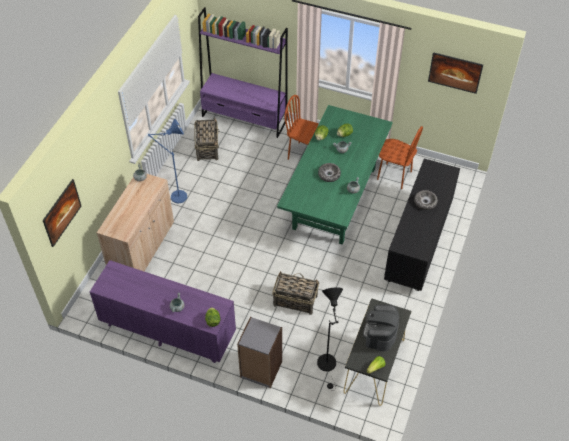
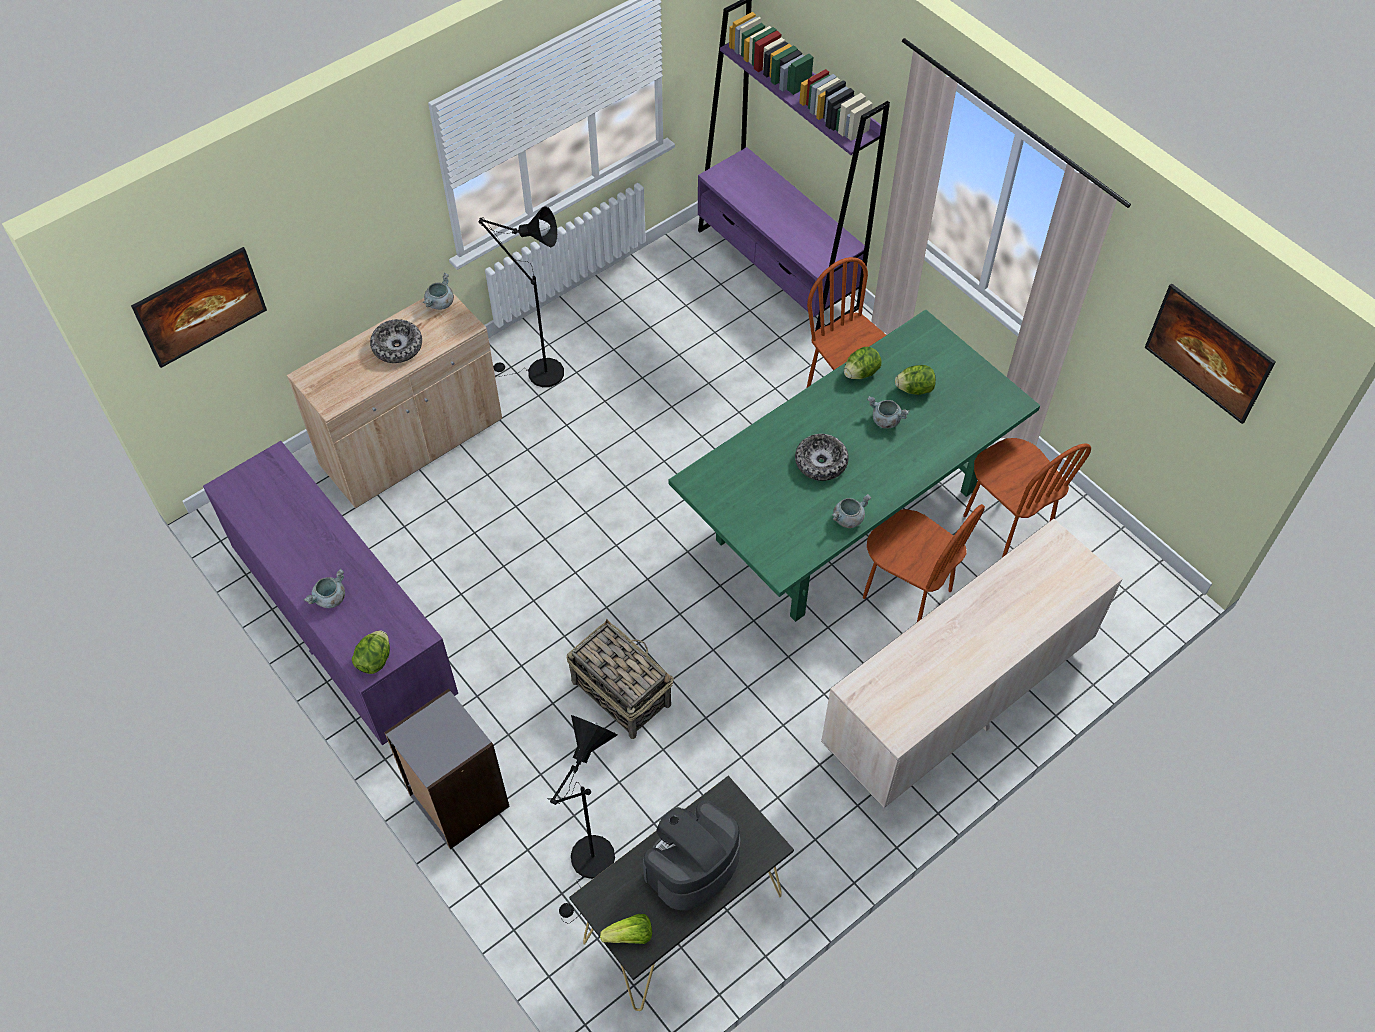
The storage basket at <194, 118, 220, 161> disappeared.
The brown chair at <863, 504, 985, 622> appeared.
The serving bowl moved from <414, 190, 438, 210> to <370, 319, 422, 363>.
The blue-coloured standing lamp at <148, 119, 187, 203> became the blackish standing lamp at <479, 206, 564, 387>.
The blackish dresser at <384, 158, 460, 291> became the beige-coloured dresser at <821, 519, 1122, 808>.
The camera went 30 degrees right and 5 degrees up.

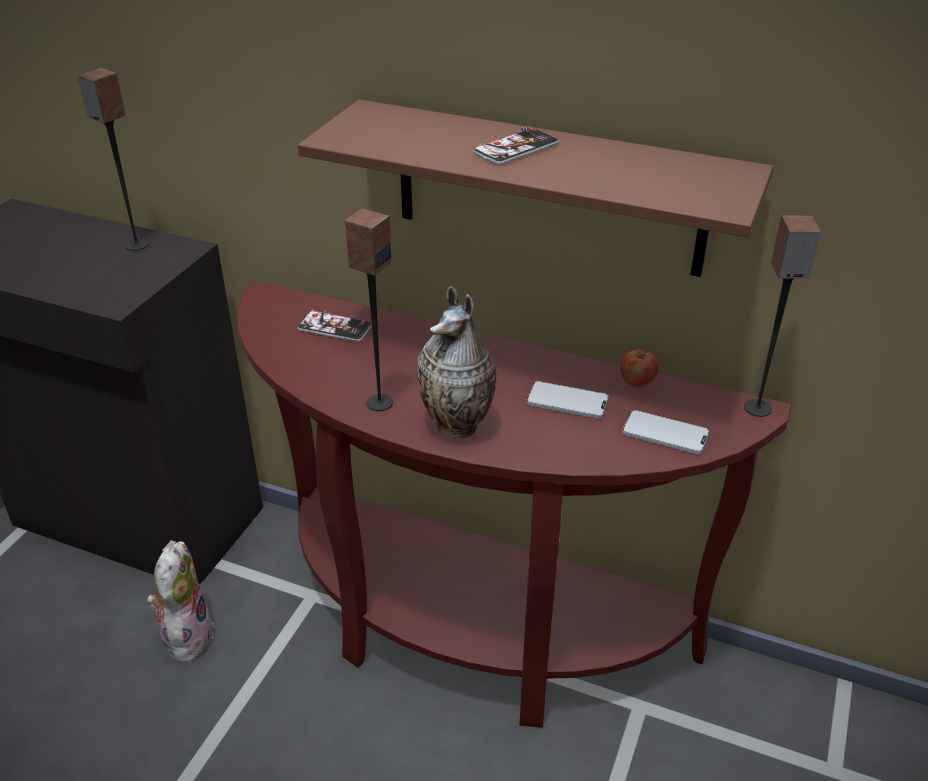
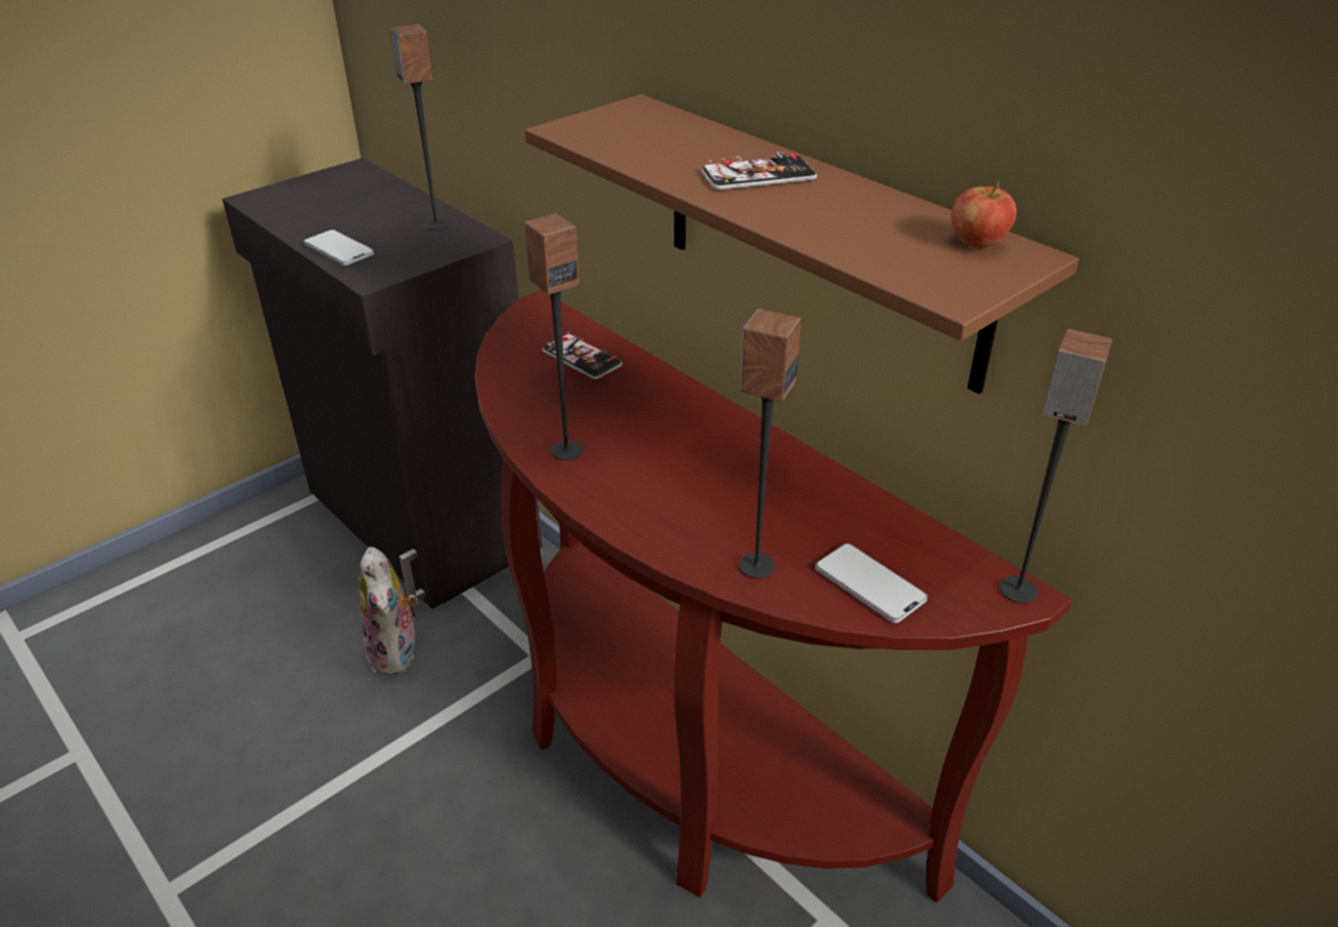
The decorative vase at <417, 286, 496, 438> disappeared.
The speaker at <739, 309, 801, 579> appeared.
The phone moved from <526, 381, 608, 419> to <304, 229, 374, 265>.
The apple fruit moved from <620, 349, 659, 388> to <951, 182, 1017, 248>.
The soft toy at <147, 541, 214, 663> turned 135 degrees clockwise.
The camera went 25 degrees right and 0 degrees up.

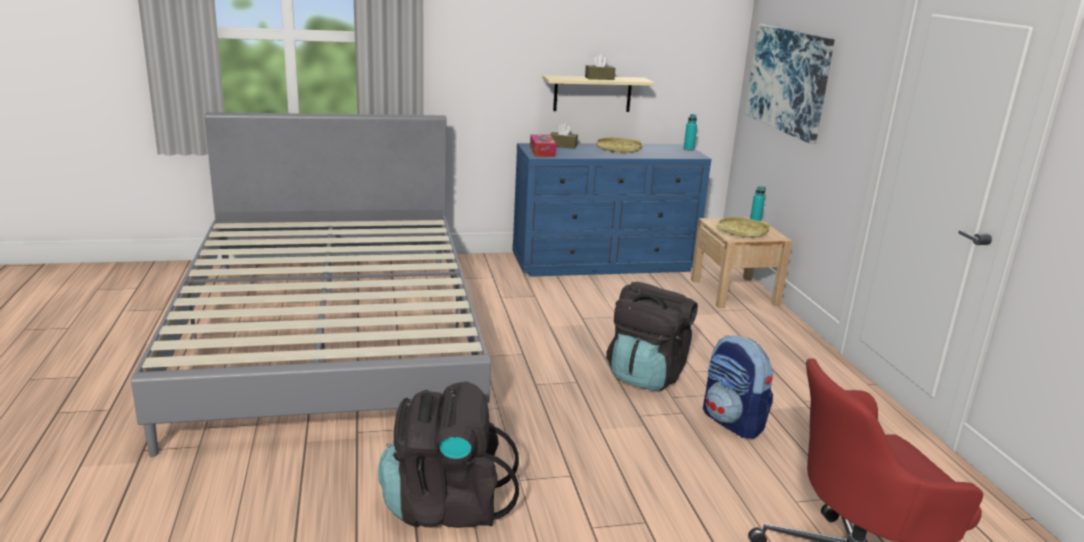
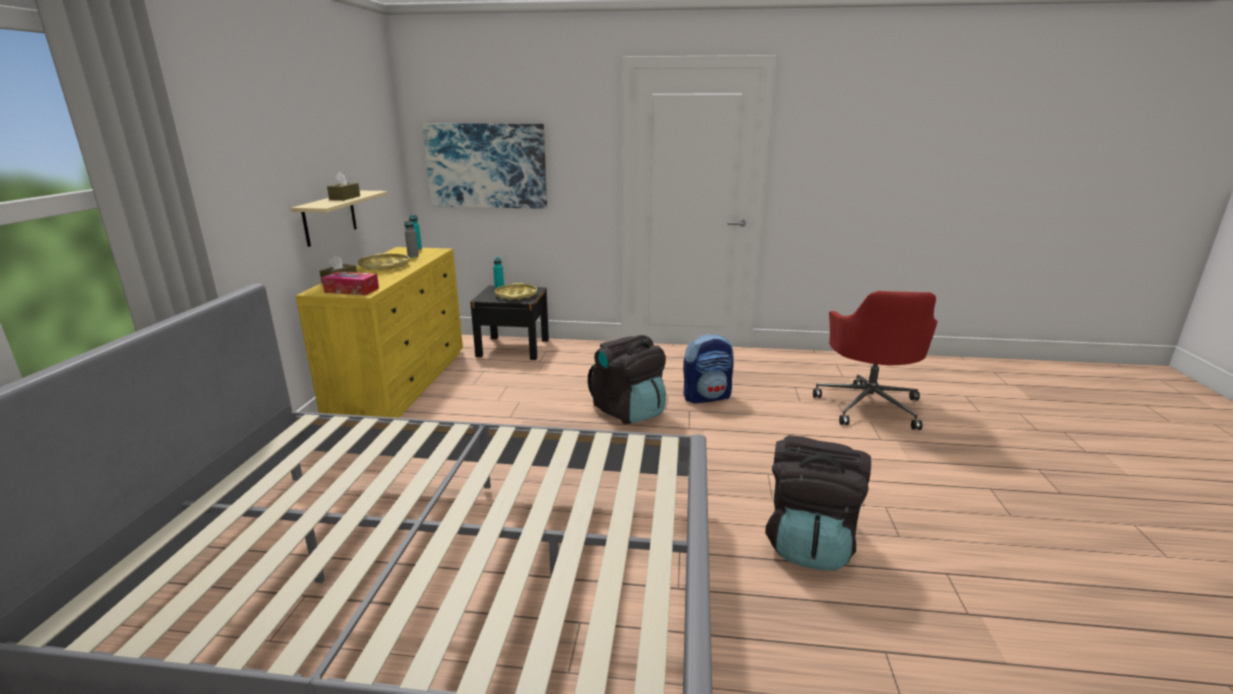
The grey beverage bottle at <404, 220, 419, 258> appeared.
The blue-coloured dresser at <512, 143, 712, 277> became the yellowish dresser at <296, 247, 463, 418>.
The beige-coloured nightstand at <691, 218, 792, 308> became the blackish nightstand at <470, 286, 549, 360>.
The camera went 70 degrees left and 0 degrees up.

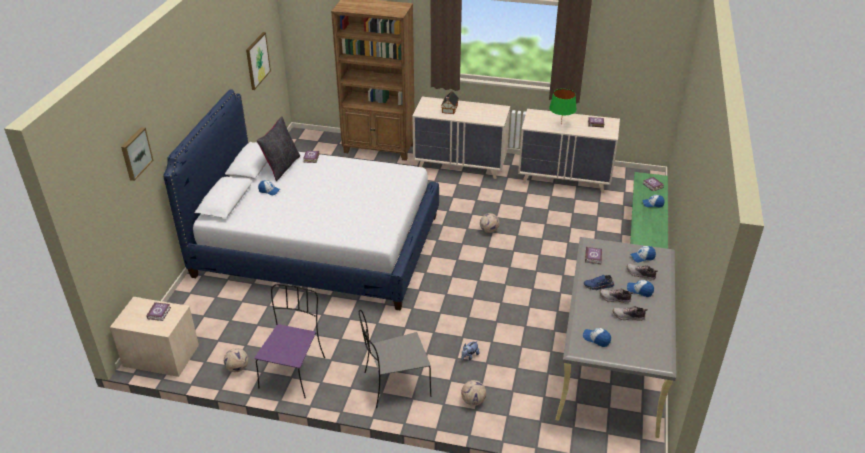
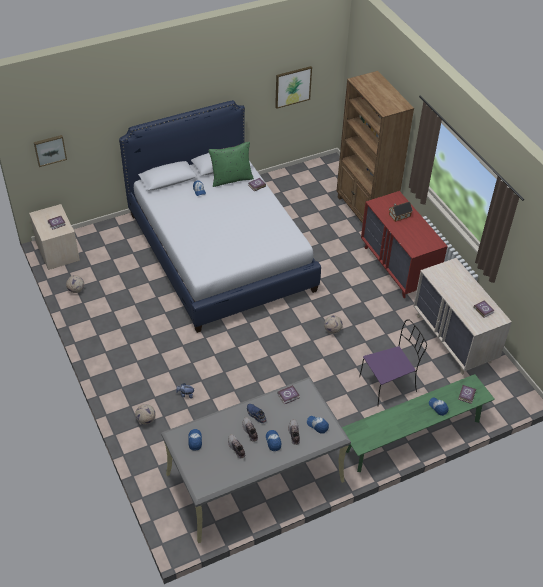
The grey chair at <359, 310, 431, 408> disappeared.
The green tabletop lamp at <549, 89, 577, 124> disappeared.
The wall art moved from <121, 127, 153, 181> to <34, 135, 67, 167>.
The purple-coloured chair moved from <254, 284, 325, 398> to <359, 319, 427, 406>.
The blackish pillow at <257, 116, 300, 181> became the green pillow at <208, 142, 254, 187>.
The beige-coloured dresser at <412, 97, 510, 179> became the reddish dresser at <361, 191, 448, 298>.
The camera went 50 degrees right and 10 degrees up.

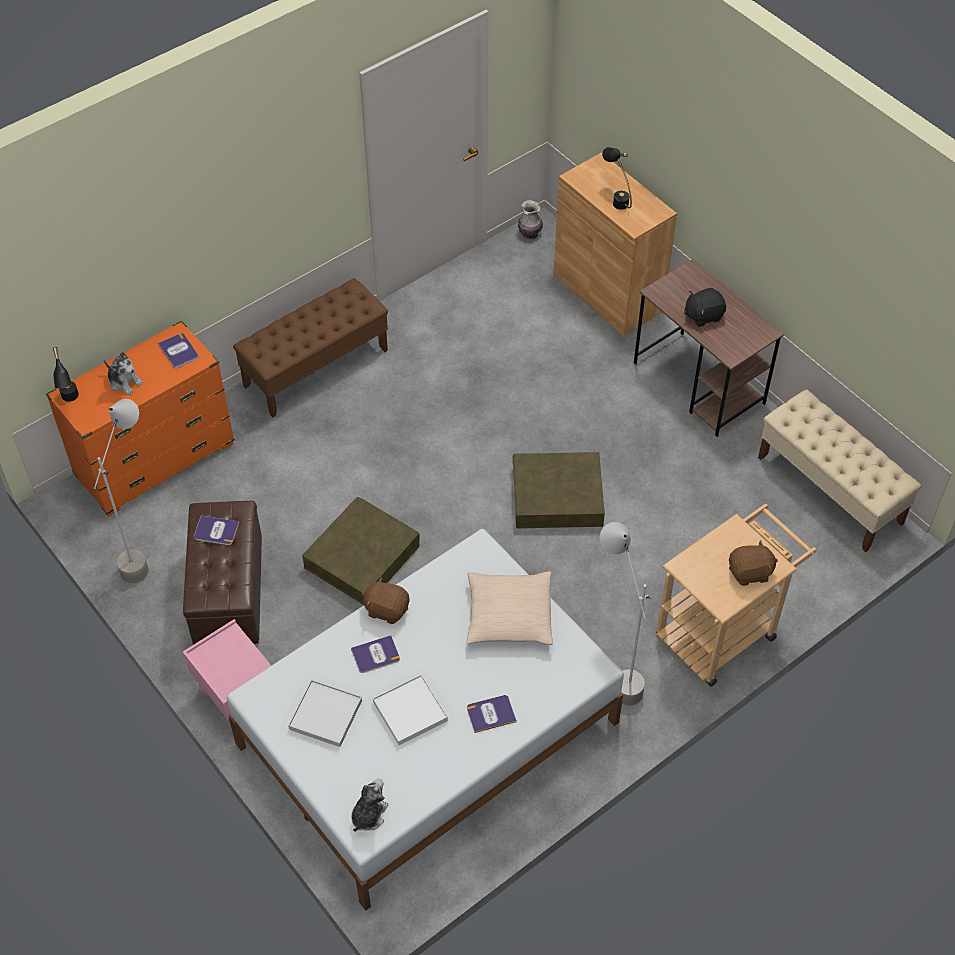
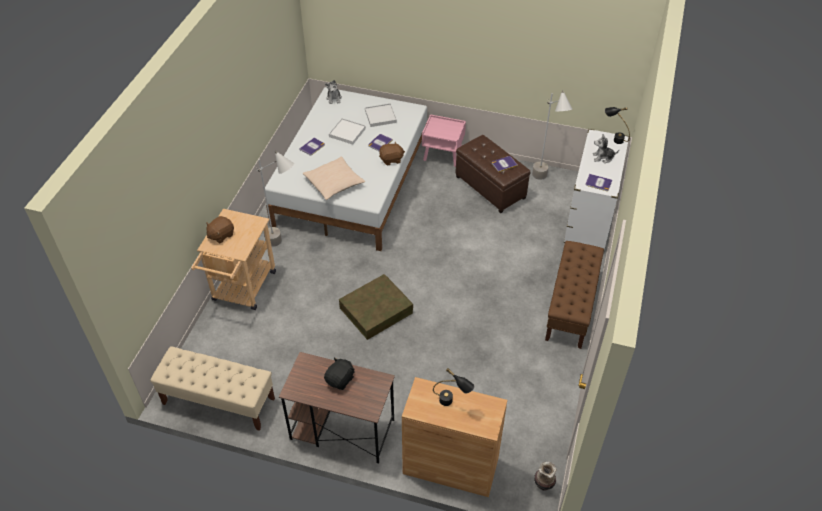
The brown storage container at <302, 497, 420, 605> disappeared.
The orange dresser at <46, 321, 235, 517> became the white dresser at <564, 129, 629, 251>.
The camera went 145 degrees right and 5 degrees down.

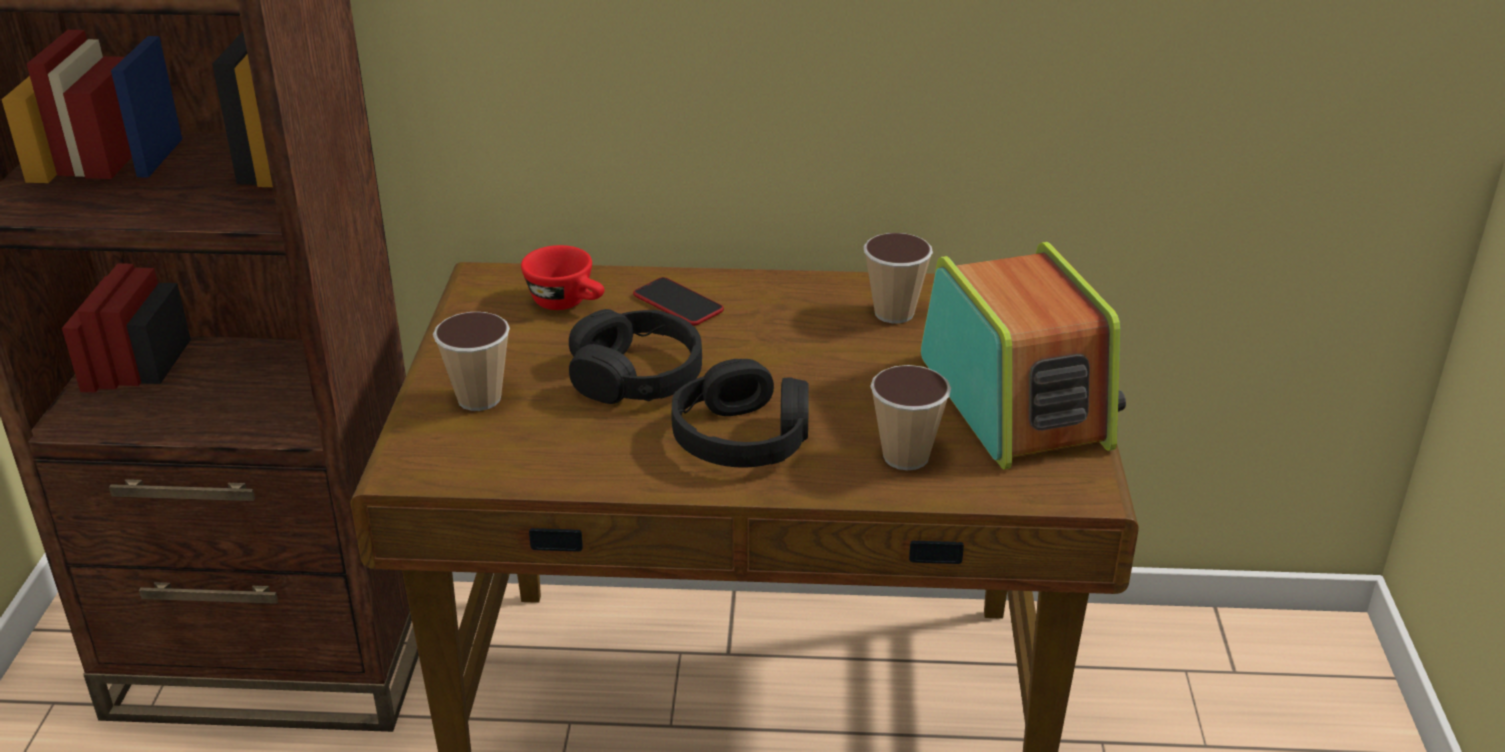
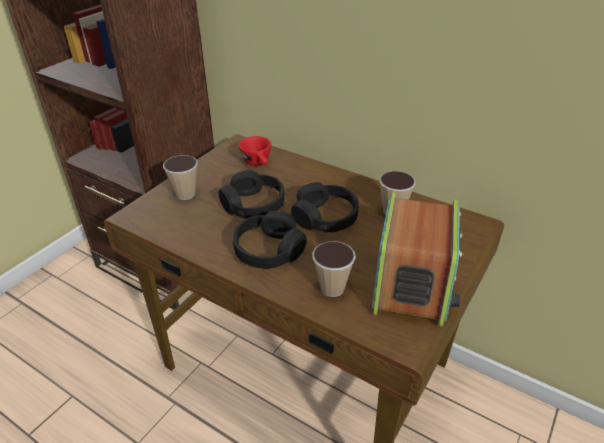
The phone at <633, 277, 724, 326> disappeared.
The blackish headphones at <291, 182, 359, 233> appeared.
The camera went 30 degrees right and 5 degrees up.

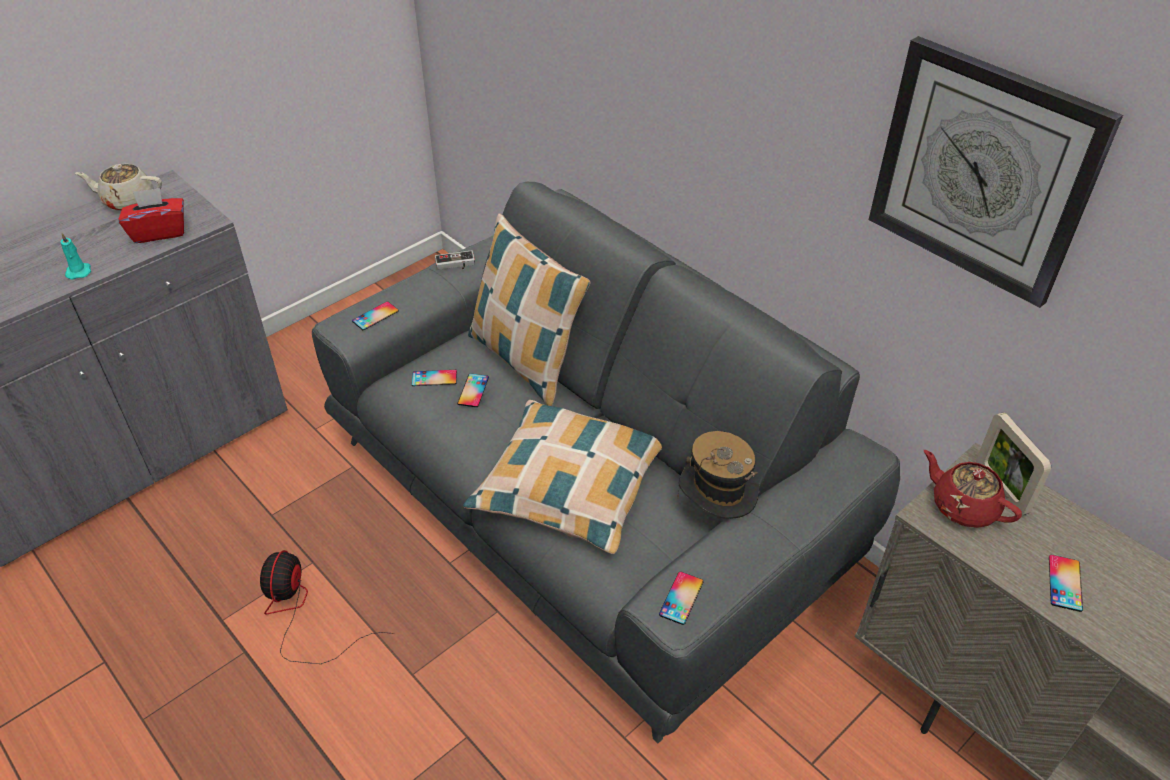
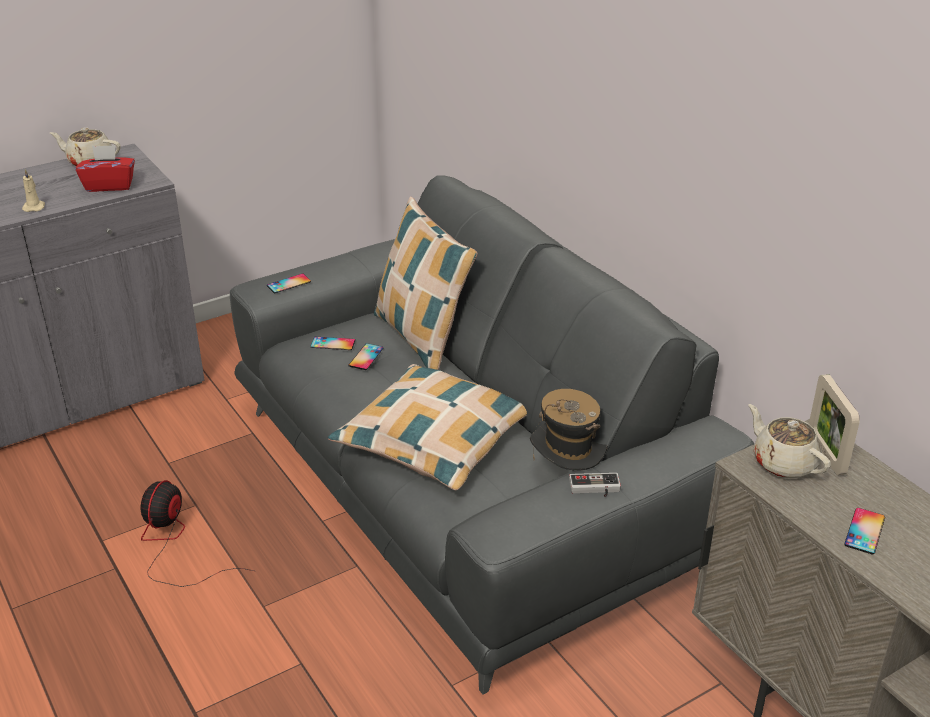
The phone at <659, 572, 704, 625> disappeared.
The wall clock at <869, 36, 1123, 308> disappeared.
The joypad moved from <435, 250, 475, 270> to <569, 473, 621, 497>.
The blue-green wax light at <60, 233, 91, 280> became the beige-coloured wax light at <22, 169, 45, 212>.
The reddish tea pot at <924, 450, 1022, 528> became the beige-coloured tea pot at <748, 404, 831, 478>.
The camera went 10 degrees right and 10 degrees down.

